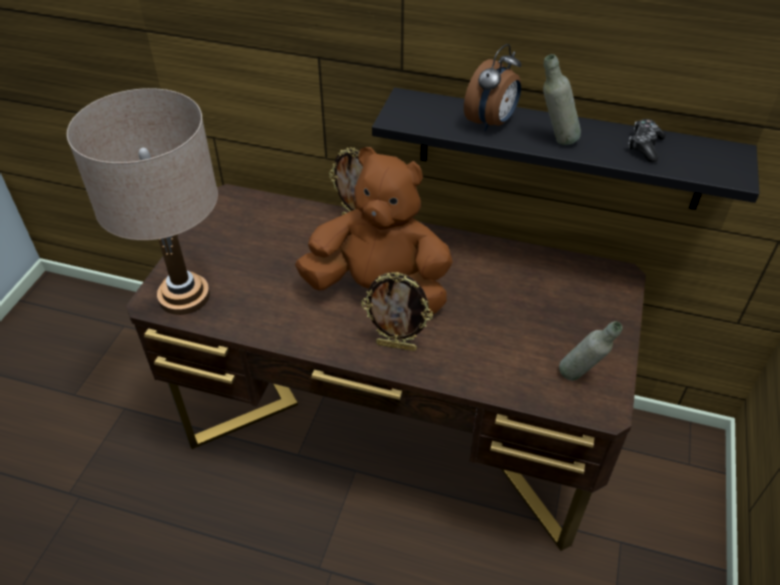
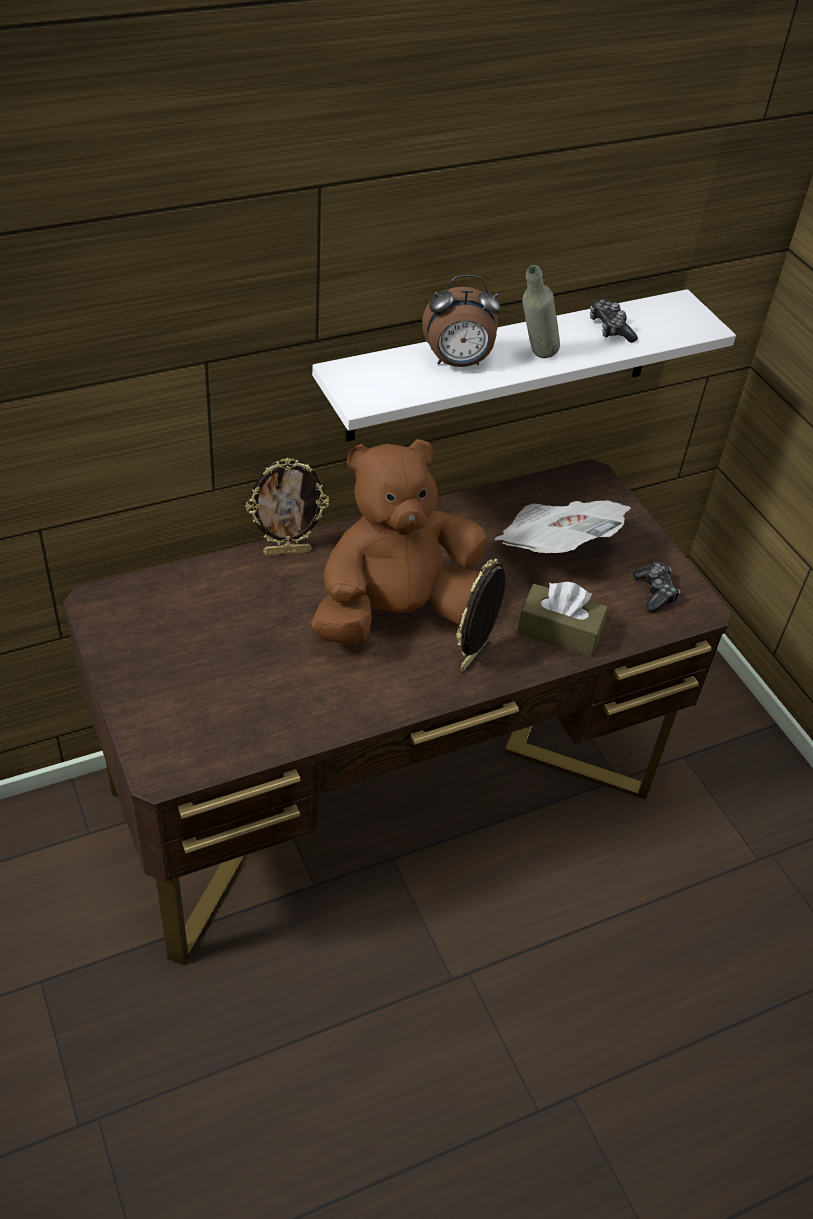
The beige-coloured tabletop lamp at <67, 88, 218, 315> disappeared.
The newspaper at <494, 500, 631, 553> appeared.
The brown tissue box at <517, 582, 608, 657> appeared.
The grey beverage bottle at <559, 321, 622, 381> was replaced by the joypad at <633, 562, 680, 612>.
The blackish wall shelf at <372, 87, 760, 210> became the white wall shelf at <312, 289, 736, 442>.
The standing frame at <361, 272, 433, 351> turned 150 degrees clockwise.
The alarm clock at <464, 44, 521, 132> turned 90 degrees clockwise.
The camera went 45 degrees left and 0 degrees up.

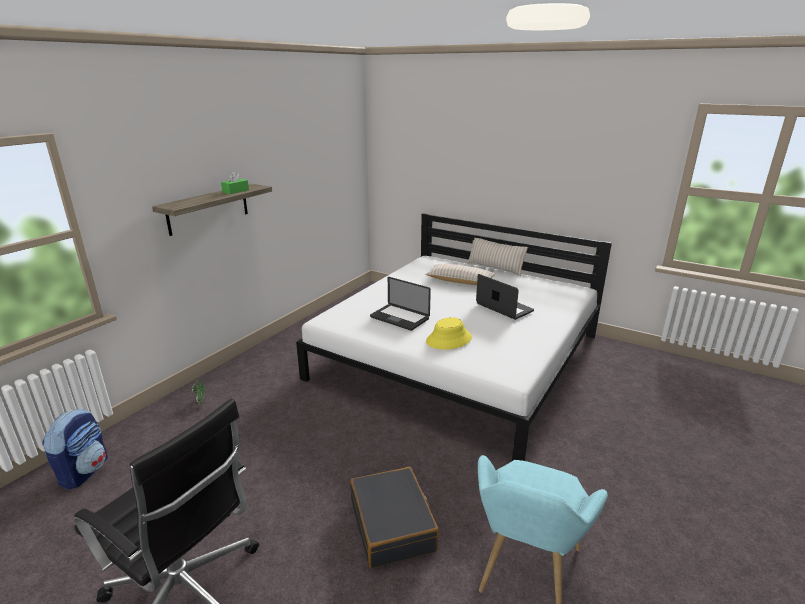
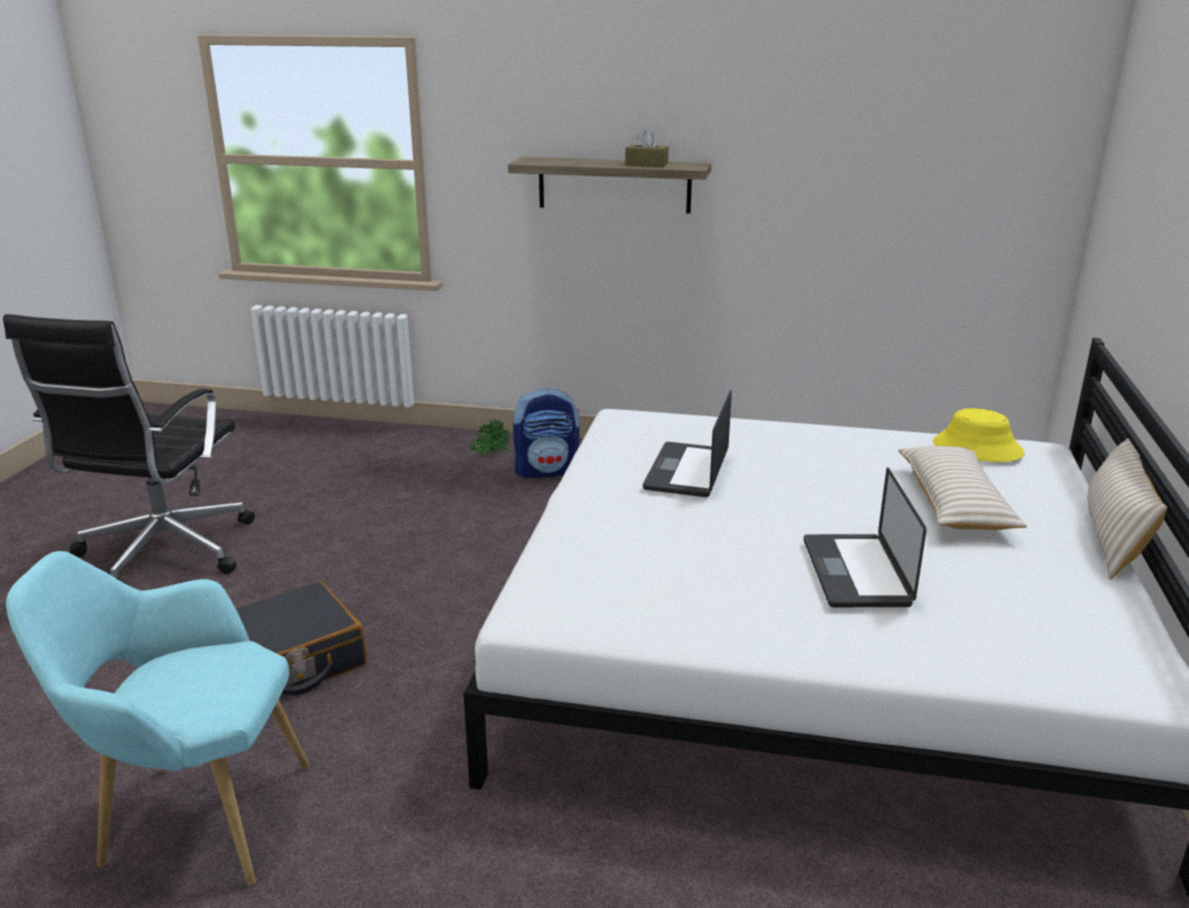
The knapsack moved from <42, 409, 108, 490> to <513, 387, 580, 478>.
The yellowish clothing hat moved from <426, 317, 472, 350> to <933, 408, 1025, 462>.
The green tissue box at <221, 171, 249, 194> became the brown tissue box at <625, 130, 669, 167>.
The portable computer at <476, 274, 534, 320> turned 150 degrees clockwise.
The camera went 70 degrees right and 0 degrees up.

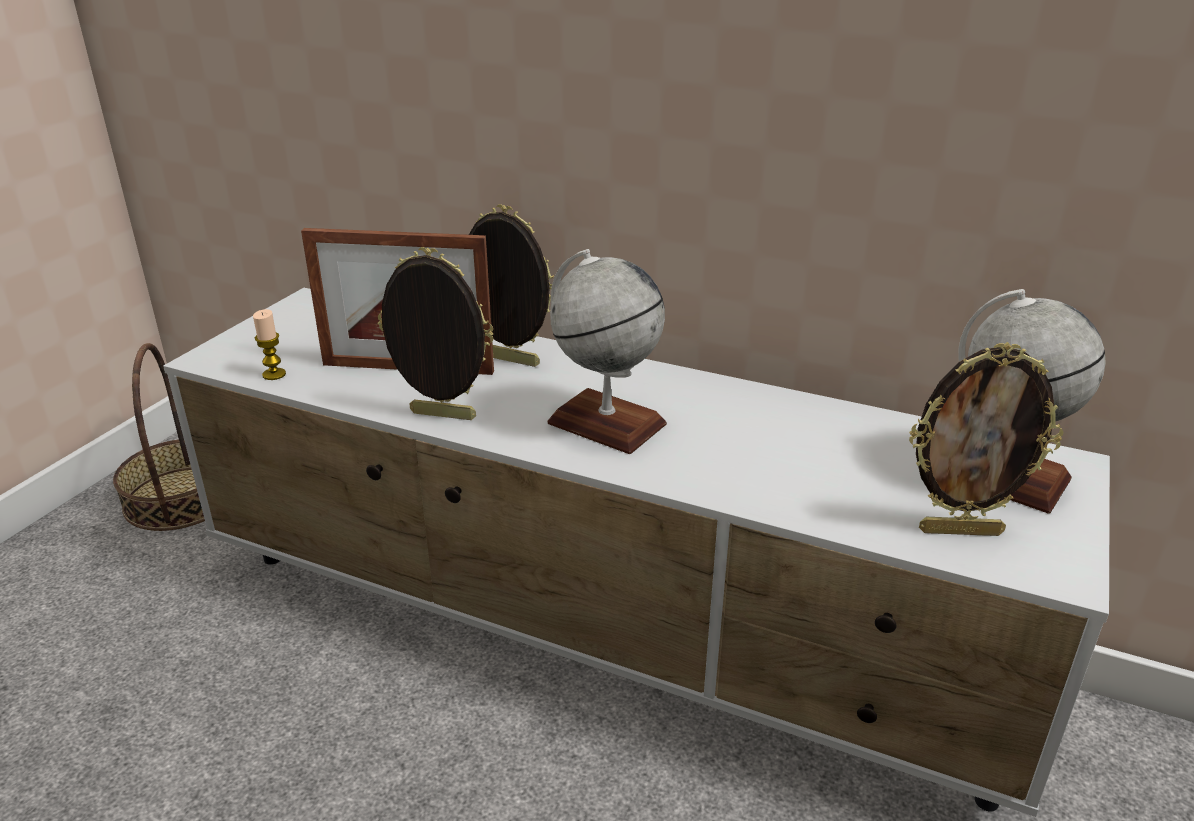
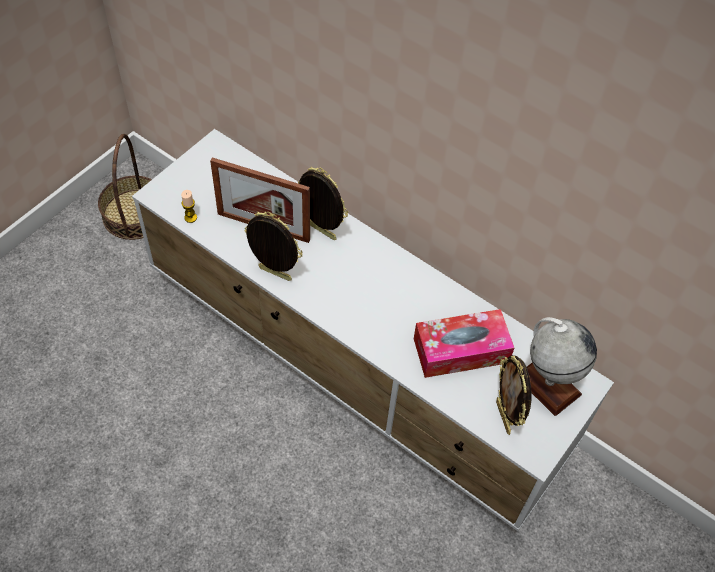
The world globe at <547, 249, 667, 454> disappeared.
The tissue box at <414, 309, 514, 378> appeared.
The standing frame at <909, 342, 1063, 536> turned 60 degrees clockwise.
The camera went 10 degrees right and 25 degrees up.

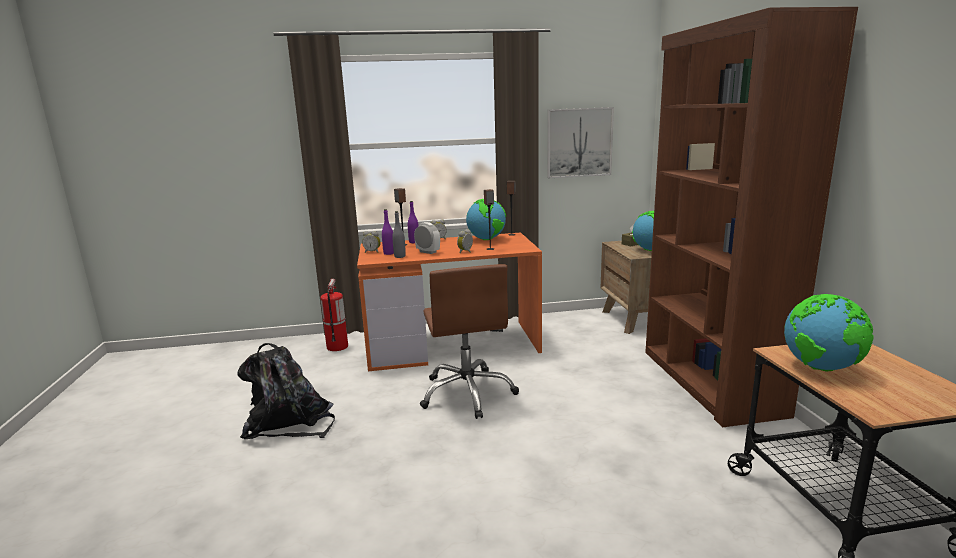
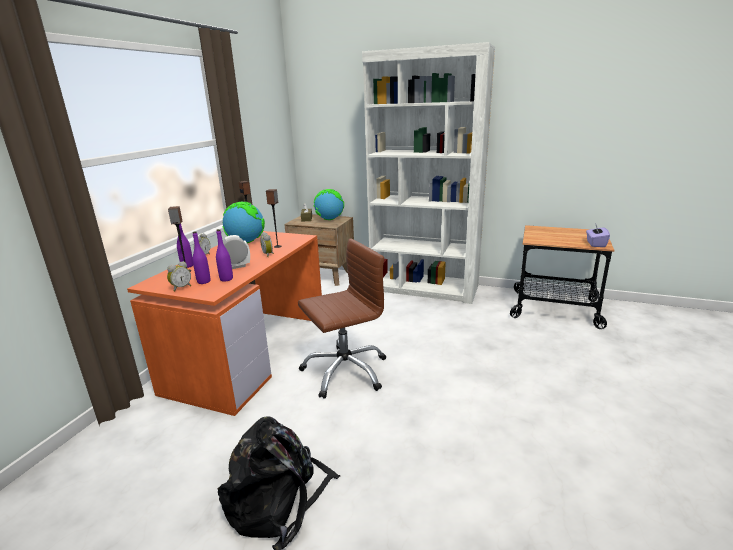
The fire extinguisher at <320, 279, 348, 351> disappeared.
The wall art at <547, 107, 614, 178> disappeared.
The world globe at <784, 294, 874, 371> disappeared.
The purple-coloured tissue box at <586, 223, 610, 247> appeared.
The grey beverage bottle at <392, 211, 406, 258> became the purple-coloured beverage bottle at <216, 229, 233, 282>.
The brown shelving unit at <645, 7, 858, 427> became the white shelving unit at <362, 42, 495, 304>.
The brown computer chair at <420, 264, 519, 419> turned 45 degrees counterclockwise.
The camera went 60 degrees left and 5 degrees up.

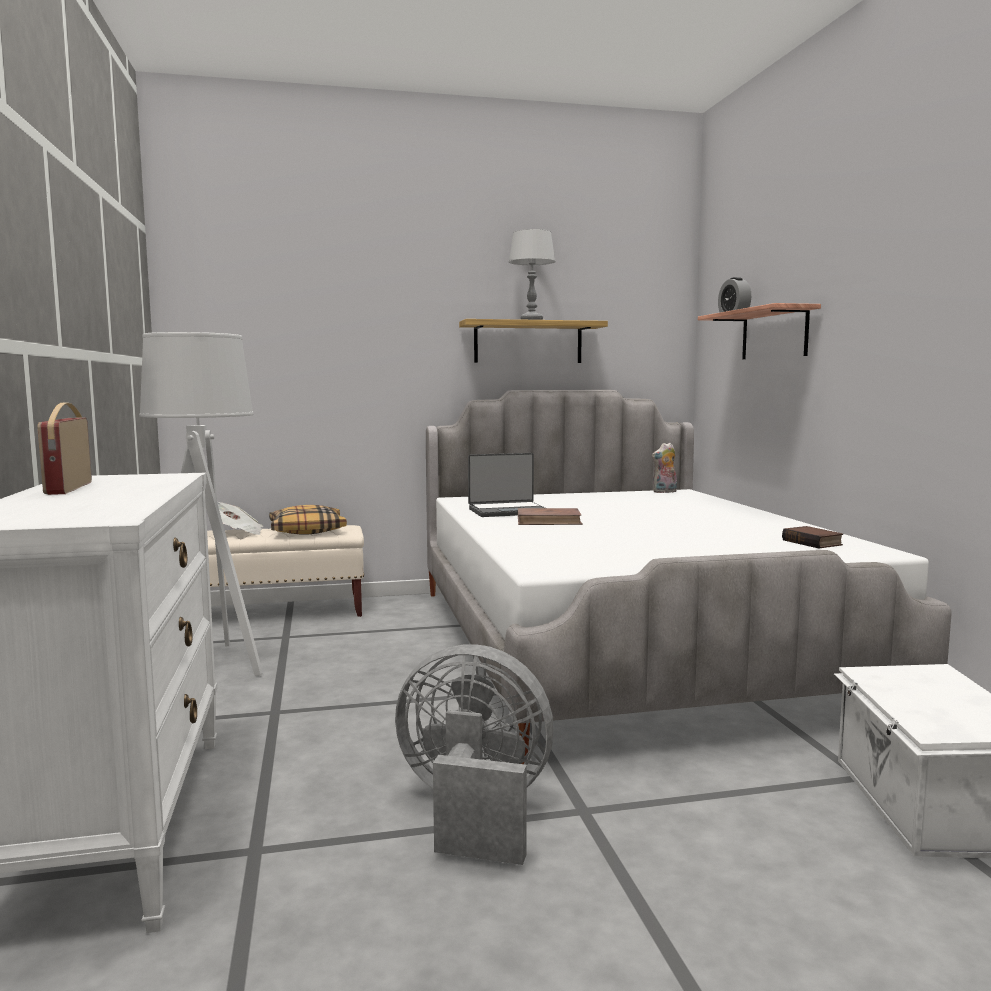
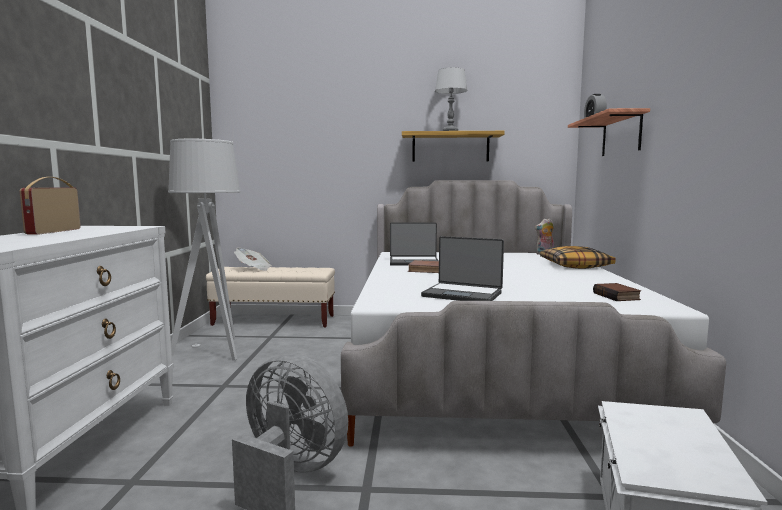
The portable computer at <421, 236, 504, 301> appeared.
The pillow moved from <269, 505, 347, 535> to <540, 246, 616, 269>.
The camera went 15 degrees right and 0 degrees up.

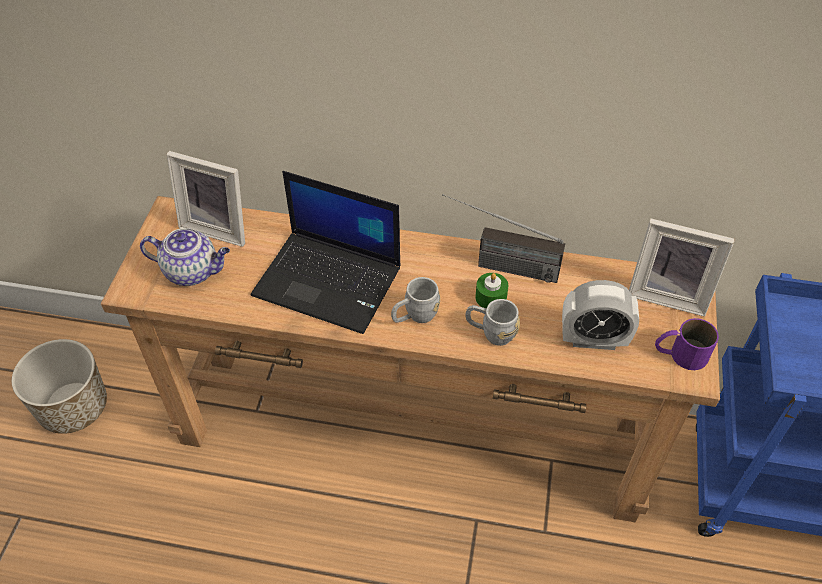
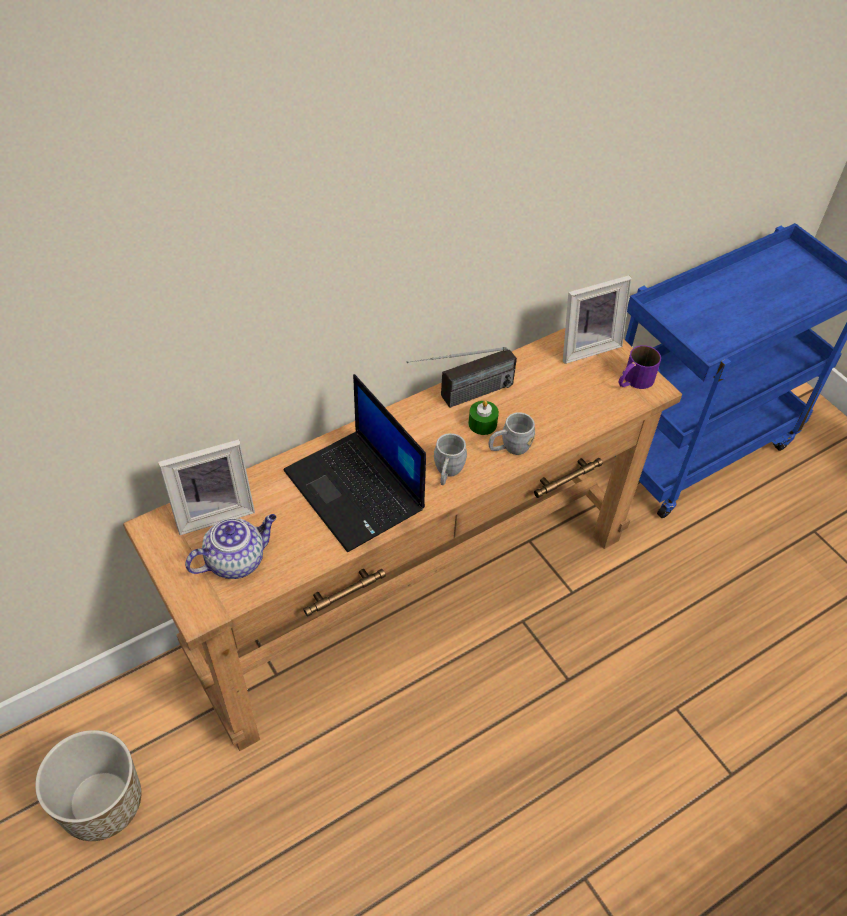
The alarm clock at <562, 280, 639, 350> disappeared.
The portable computer at <251, 171, 400, 334> turned 75 degrees clockwise.
The camera went 45 degrees left and 0 degrees up.

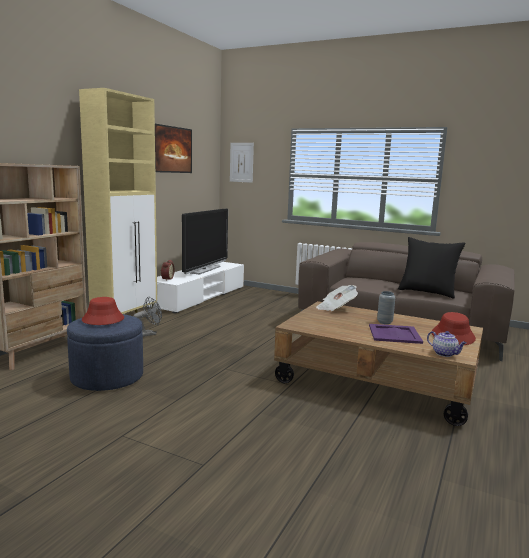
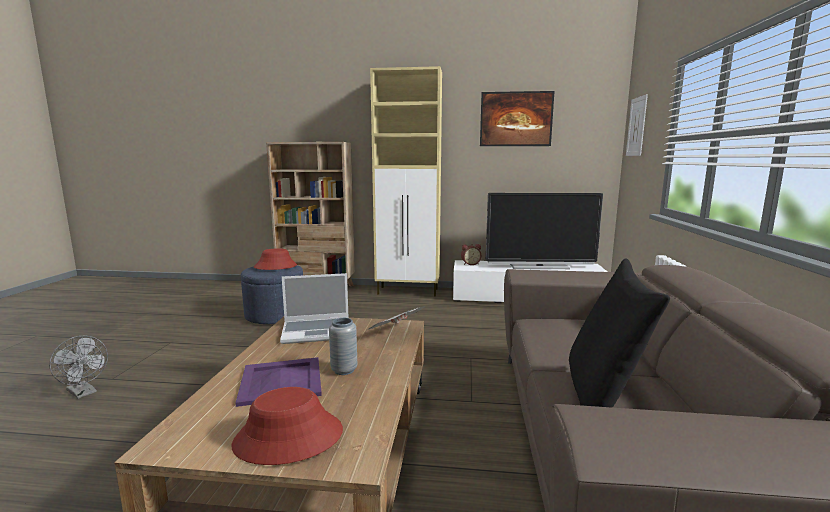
The tea pot at <427, 331, 467, 357> disappeared.
The portable computer at <280, 273, 349, 344> appeared.
The grey electric fan moved from <133, 297, 162, 337> to <49, 336, 108, 399>.
The camera went 70 degrees right and 0 degrees up.

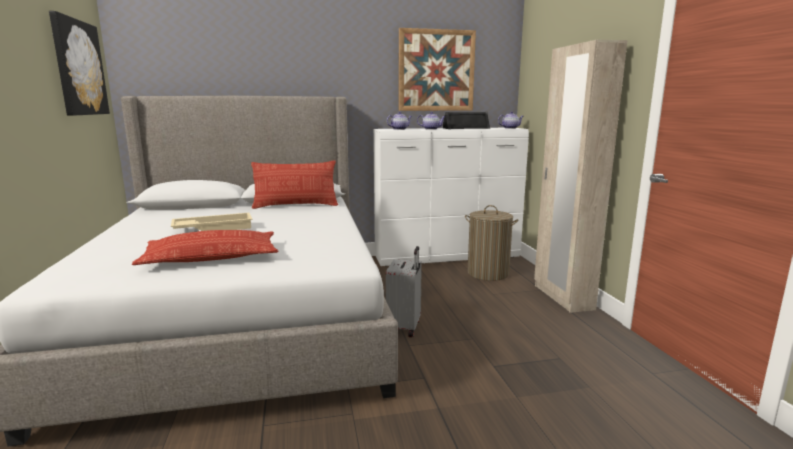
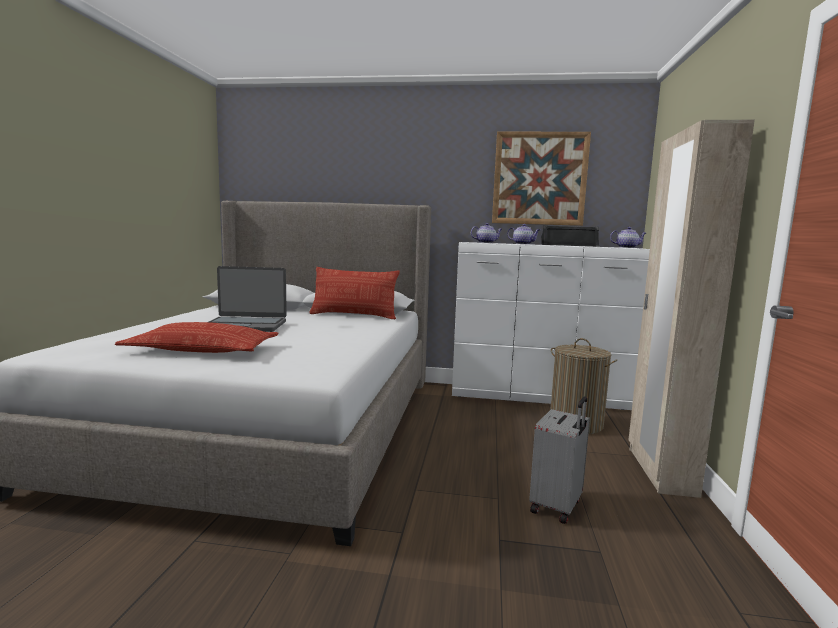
The wall art at <49, 11, 110, 116> disappeared.
The grey piece of luggage moved from <386, 246, 422, 337> to <529, 396, 590, 524>.
The beige-coloured serving tray at <171, 213, 252, 231> was replaced by the portable computer at <209, 266, 287, 332>.
The camera went 20 degrees right and 5 degrees down.

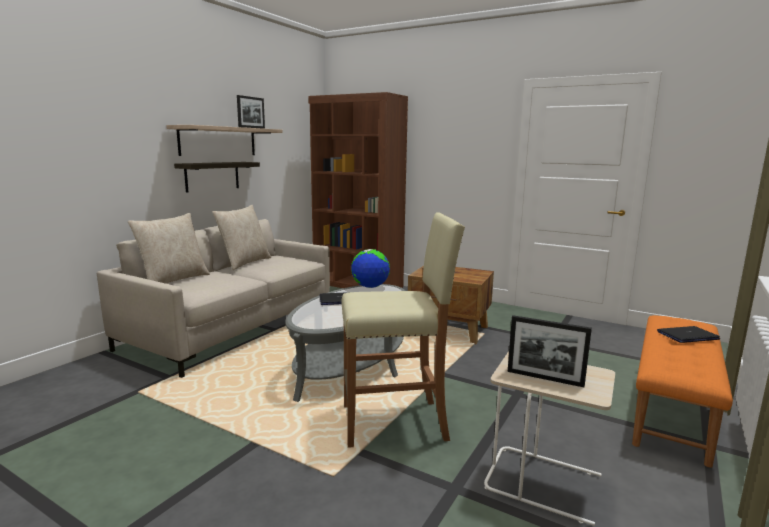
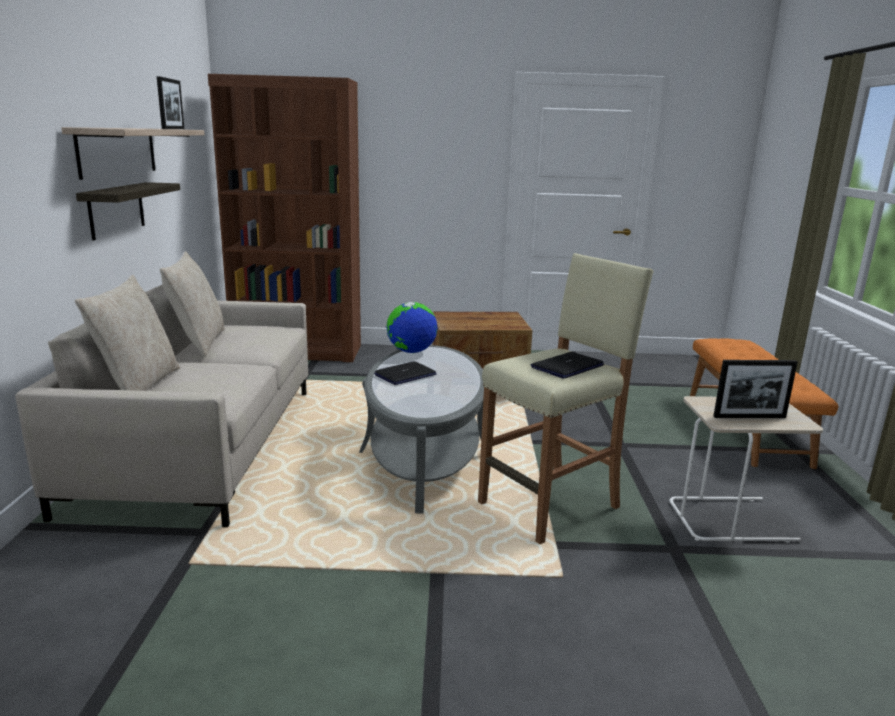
The portable computer moved from <657, 326, 720, 343> to <531, 352, 604, 378>.
The camera went 30 degrees left and 5 degrees up.

